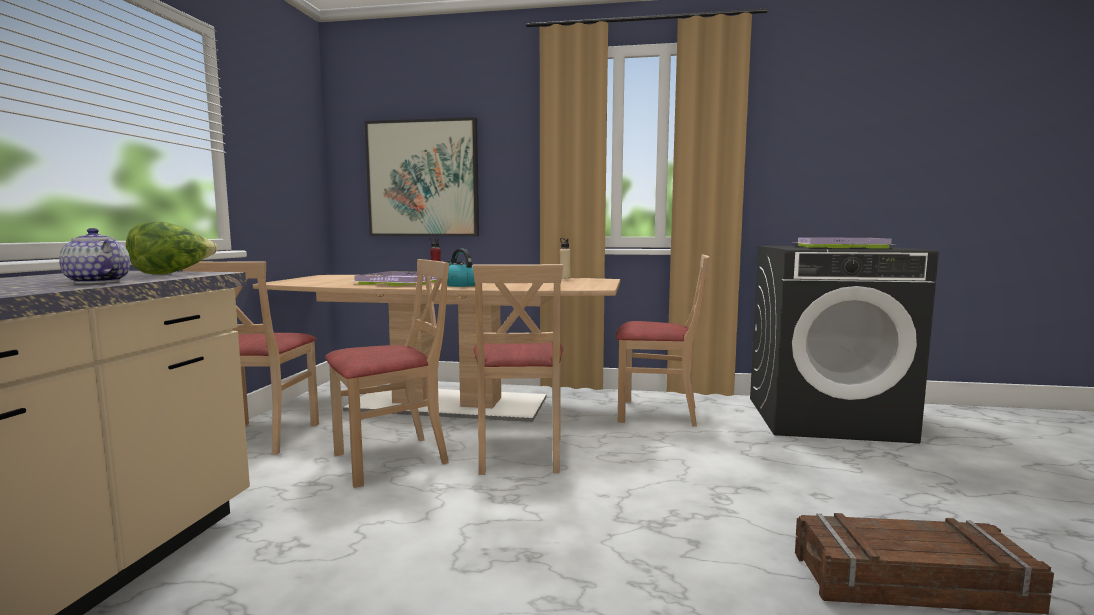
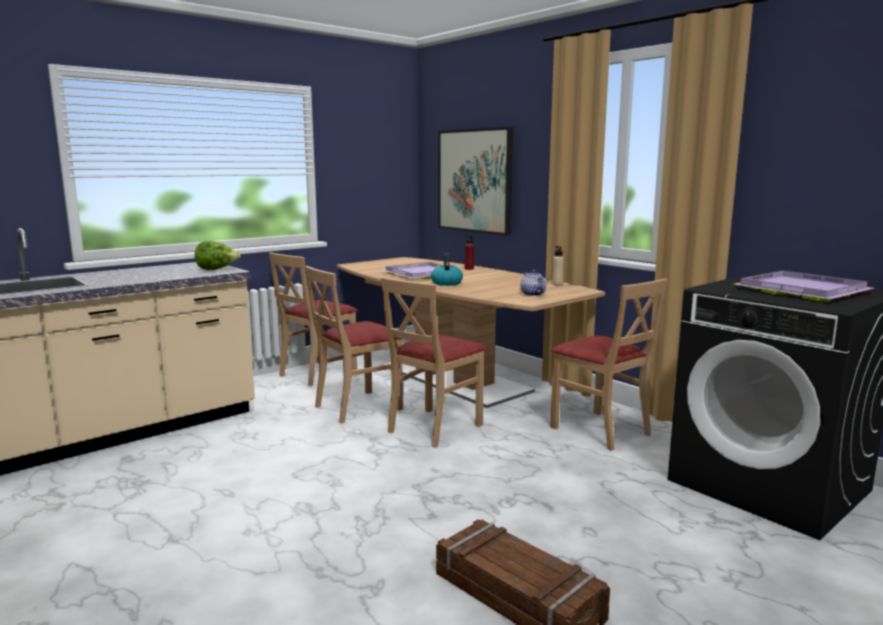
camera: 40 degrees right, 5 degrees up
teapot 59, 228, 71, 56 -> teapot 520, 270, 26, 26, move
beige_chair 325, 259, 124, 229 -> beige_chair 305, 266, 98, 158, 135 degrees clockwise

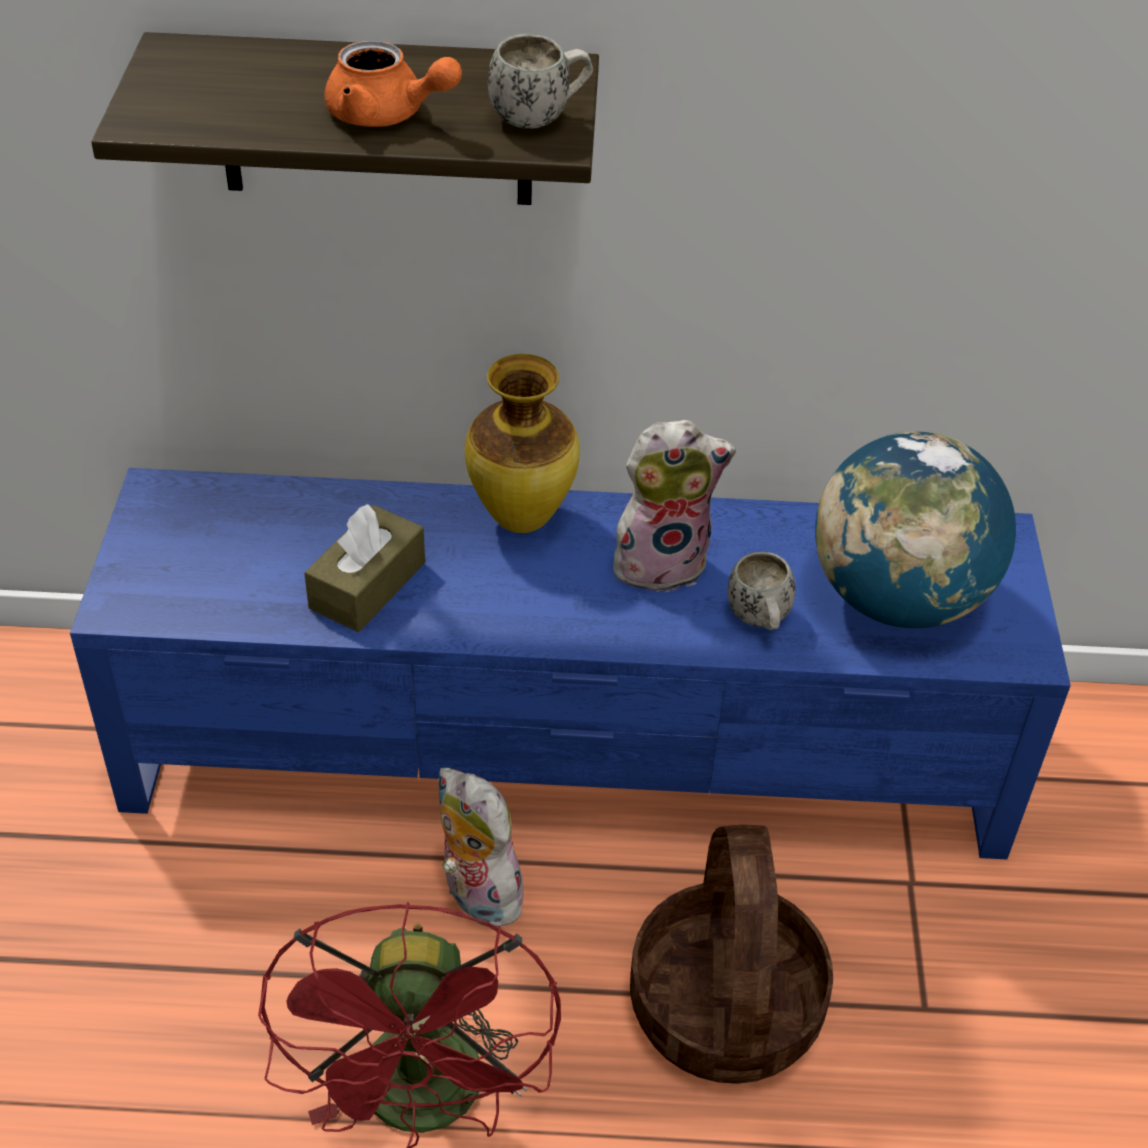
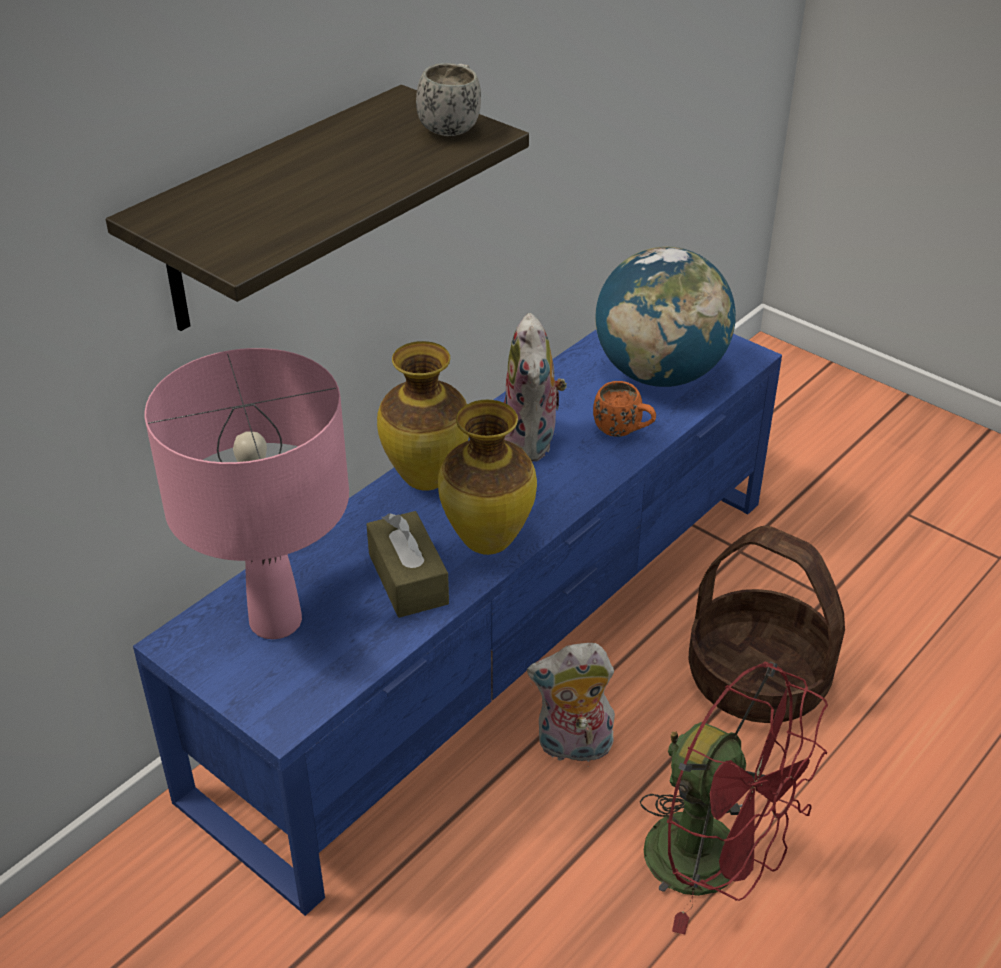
camera: 50 degrees left, 5 degrees down
orange_teapot 324, 40, 138, 87 -> none
plush_toy 613, 420, 123, 174 -> plush_toy 504, 313, 63, 149, 150 degrees clockwise
white_mug 728, 552, 68, 78 -> orange_mug 593, 381, 63, 56
none -> pink_table_lamp 145, 348, 204, 291
none -> vase 438, 400, 99, 155

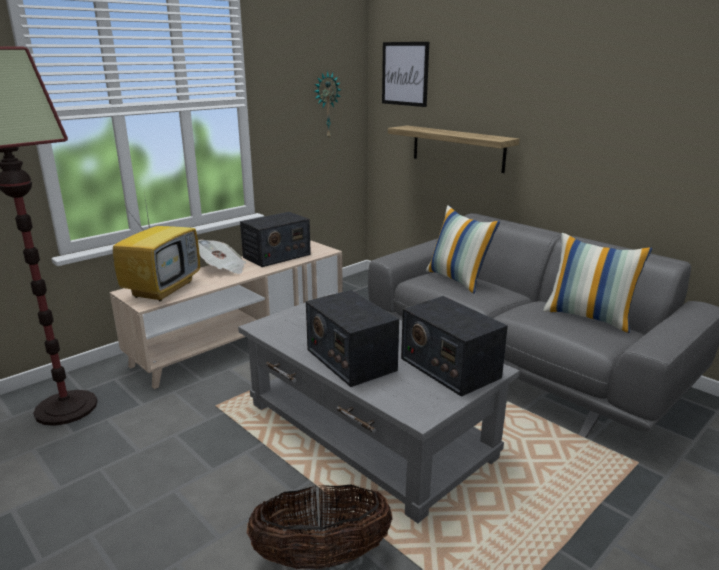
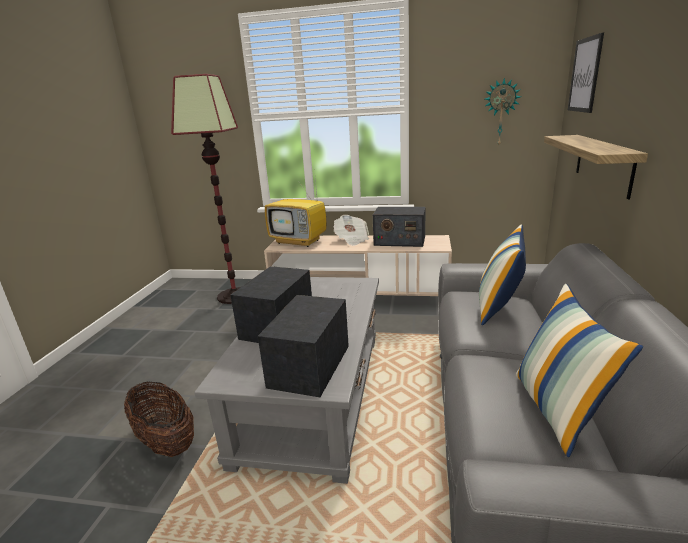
camera: 55 degrees right, 0 degrees up
television 113, 193, 87, 108 -> television 265, 179, 62, 68, 45 degrees clockwise

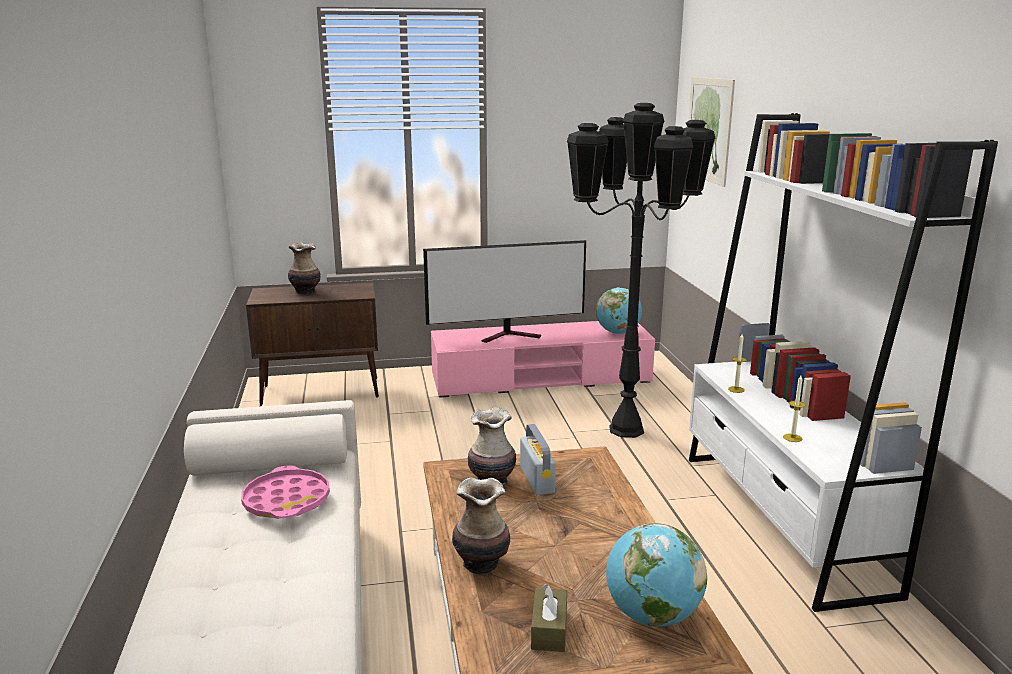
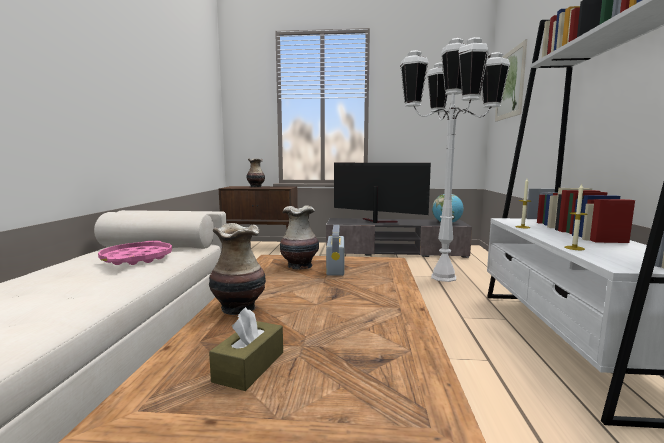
camera: 15 degrees right, 10 degrees down
television 423, 240, 163, 103 -> television 334, 163, 97, 60, 150 degrees counterclockwise
pink_tv_stand 431, 321, 224, 77 -> grey_tv_stand 326, 218, 146, 40
black_floor_lamp 567, 103, 148, 335 -> white_floor_lamp 400, 37, 110, 245
globe 606, 523, 101, 104 -> none

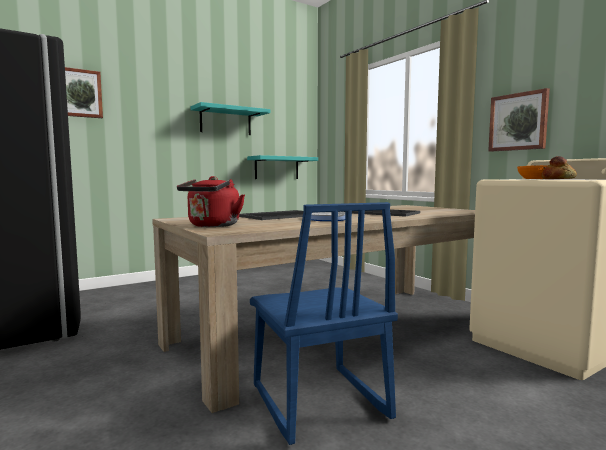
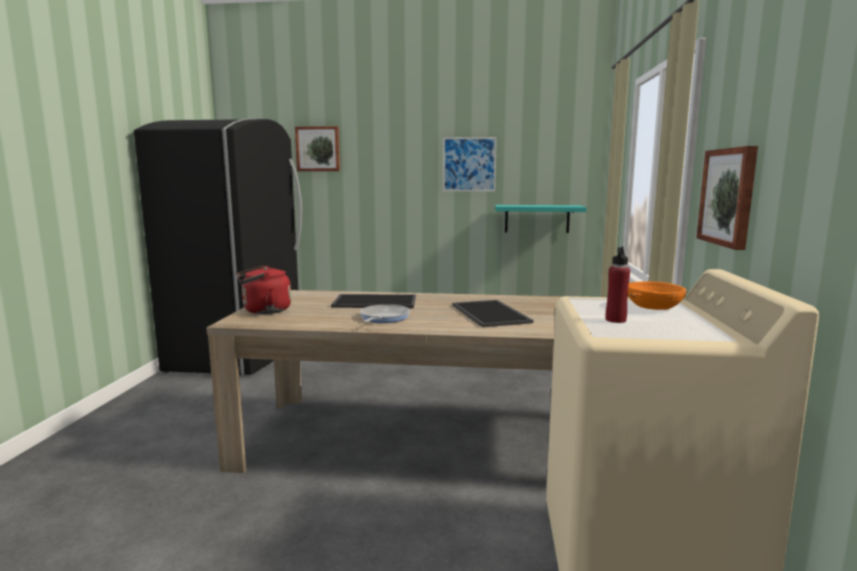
camera: 40 degrees right, 5 degrees up
turquoise_shelf 191, 102, 79, 33 -> picture 443, 137, 54, 54
blue_chair 250, 202, 148, 243 -> none
bread 541, 156, 36, 24 -> red_bottle 605, 246, 25, 77

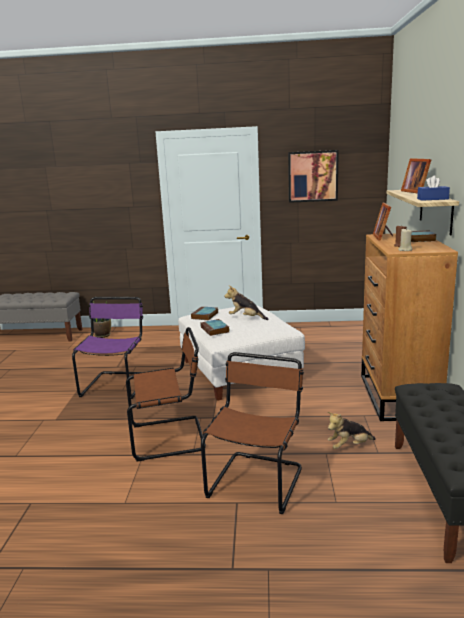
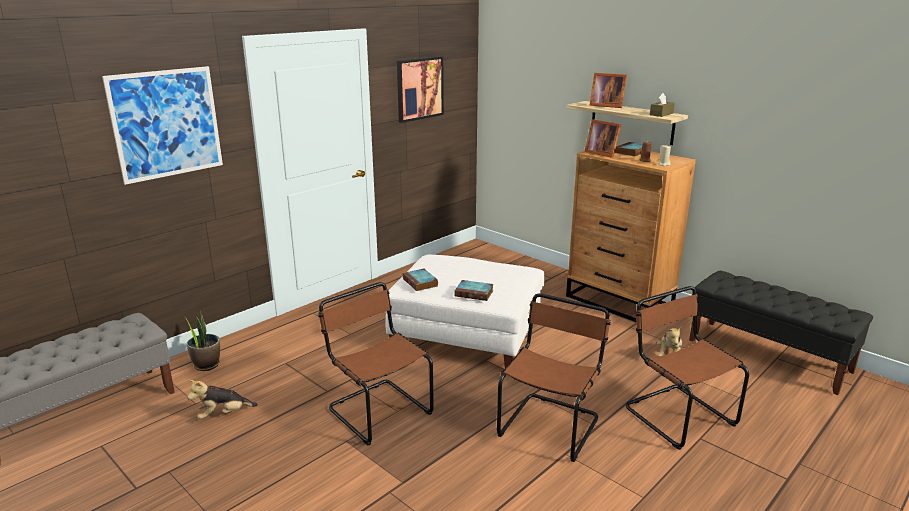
camera: 50 degrees left, 5 degrees up
purple_chair 72, 297, 71, 102 -> brown_chair 318, 282, 116, 164
plush_toy 225, 285, 44, 35 -> plush_toy 187, 380, 71, 39, move
blue_tissue_box 417, 175, 33, 26 -> brown_tissue_box 650, 93, 25, 24
none -> picture 102, 66, 121, 119

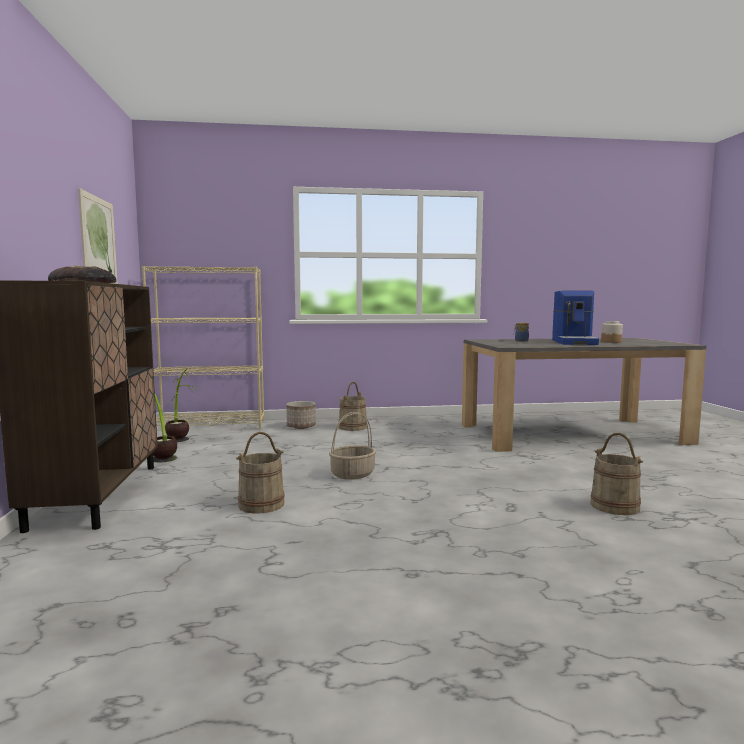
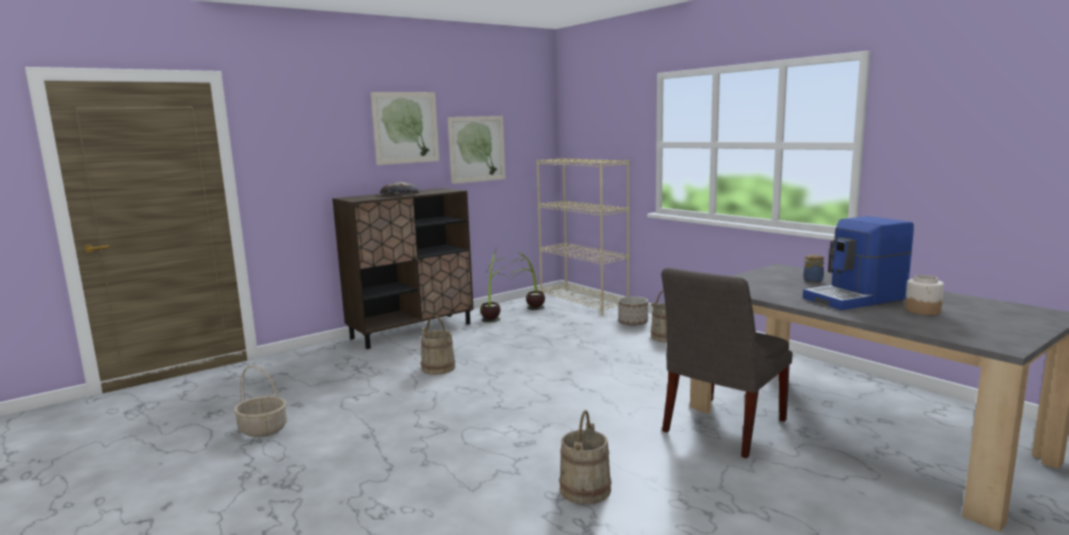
camera: 60 degrees right, 5 degrees up
basket 329, 412, 47, 68 -> basket 234, 365, 53, 72, move
none -> picture 371, 92, 68, 73
none -> grey_chair 661, 268, 132, 190

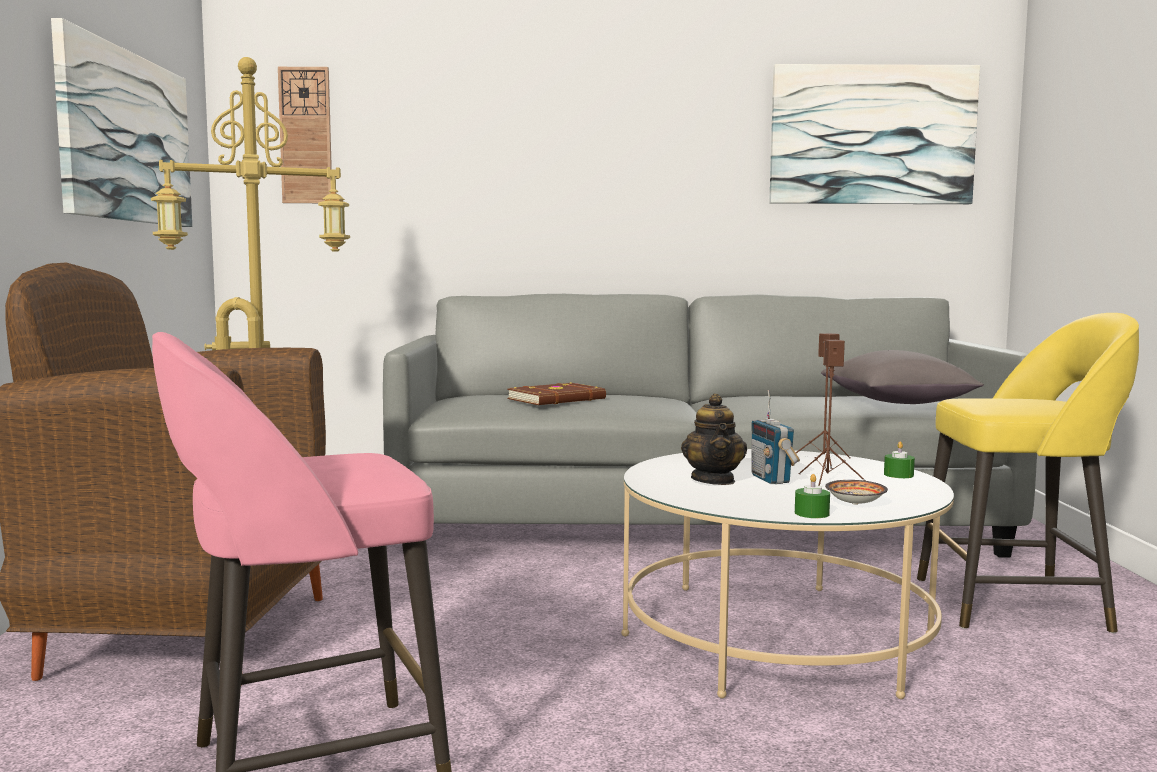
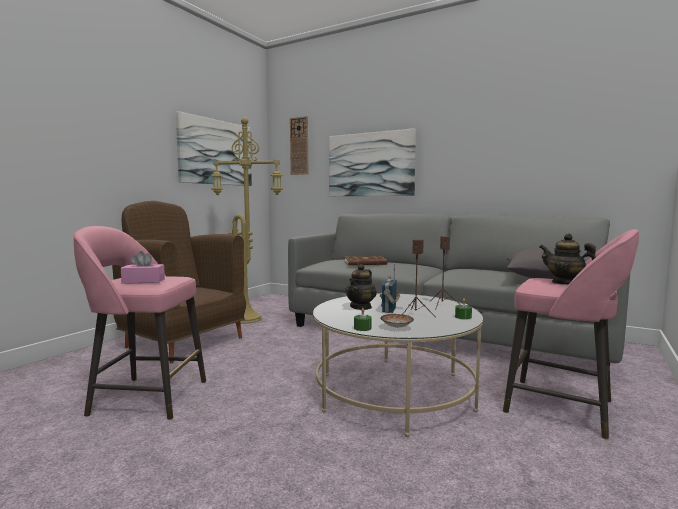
camera: 30 degrees right, 0 degrees up
picture 769, 64, 211, 140 -> picture 329, 128, 87, 68, move
yellow_stool 917, 313, 222, 320 -> pink_stool 503, 229, 136, 210
none -> pink_tissue_box 121, 251, 44, 33
none -> teapot 539, 234, 57, 51

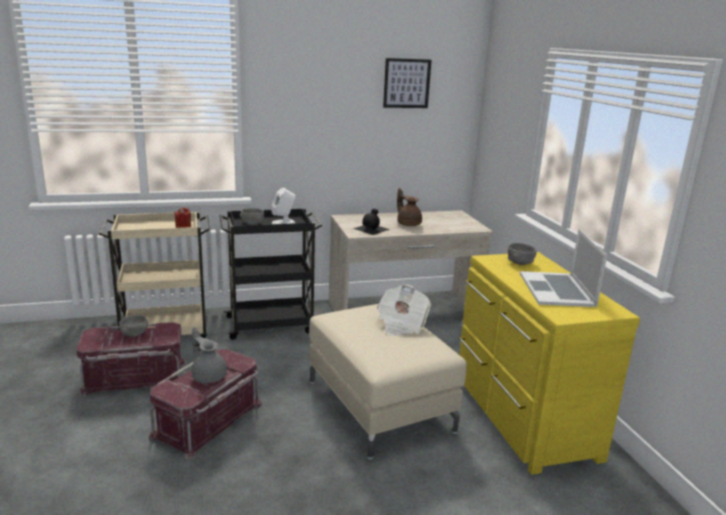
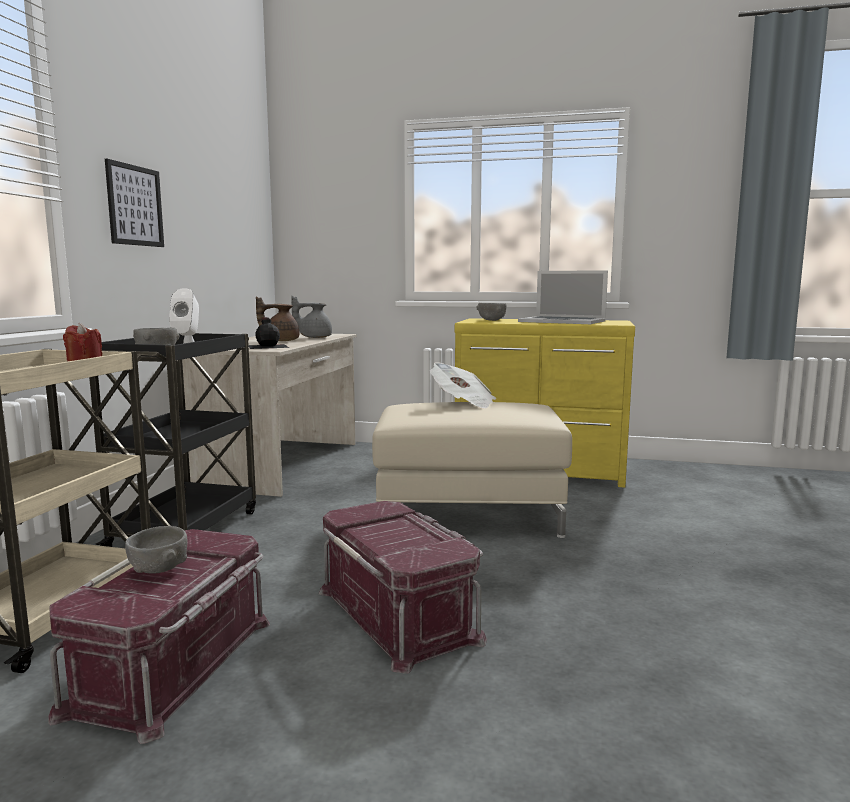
camera: 60 degrees left, 10 degrees down
grey_teapot 192, 327, 35, 56 -> grey_teapot 291, 296, 41, 42, move
picture 383, 58, 49, 50 -> picture 105, 159, 59, 88, move

